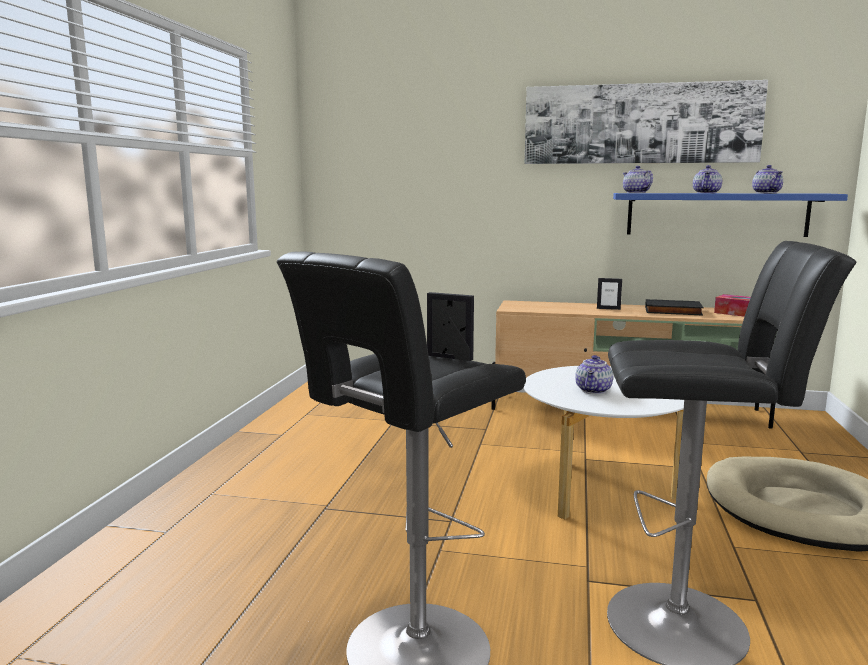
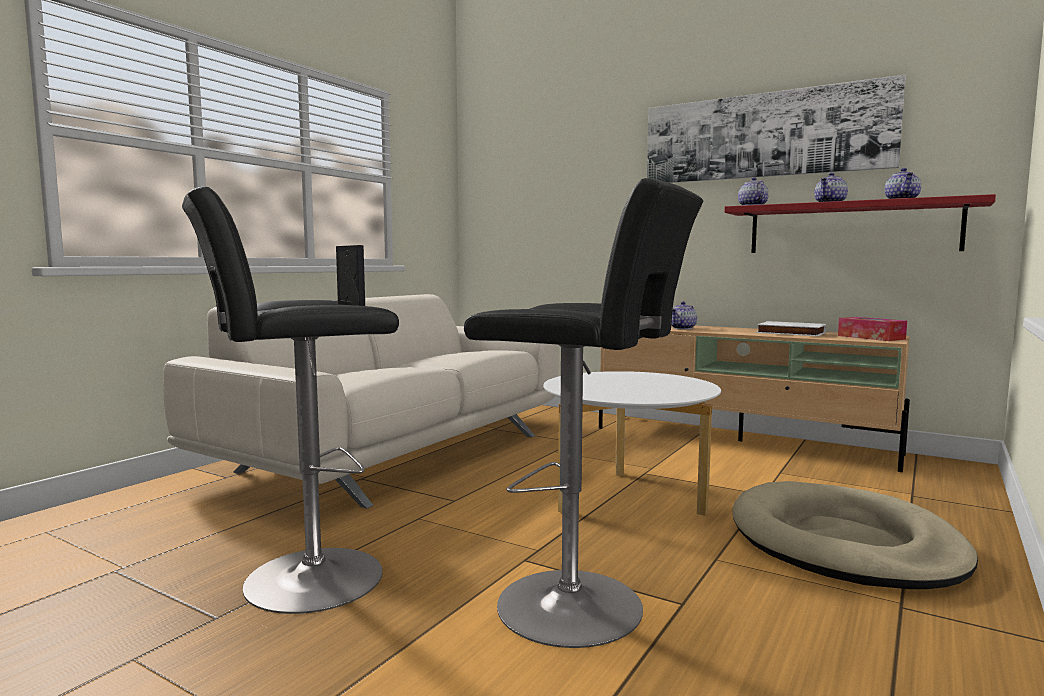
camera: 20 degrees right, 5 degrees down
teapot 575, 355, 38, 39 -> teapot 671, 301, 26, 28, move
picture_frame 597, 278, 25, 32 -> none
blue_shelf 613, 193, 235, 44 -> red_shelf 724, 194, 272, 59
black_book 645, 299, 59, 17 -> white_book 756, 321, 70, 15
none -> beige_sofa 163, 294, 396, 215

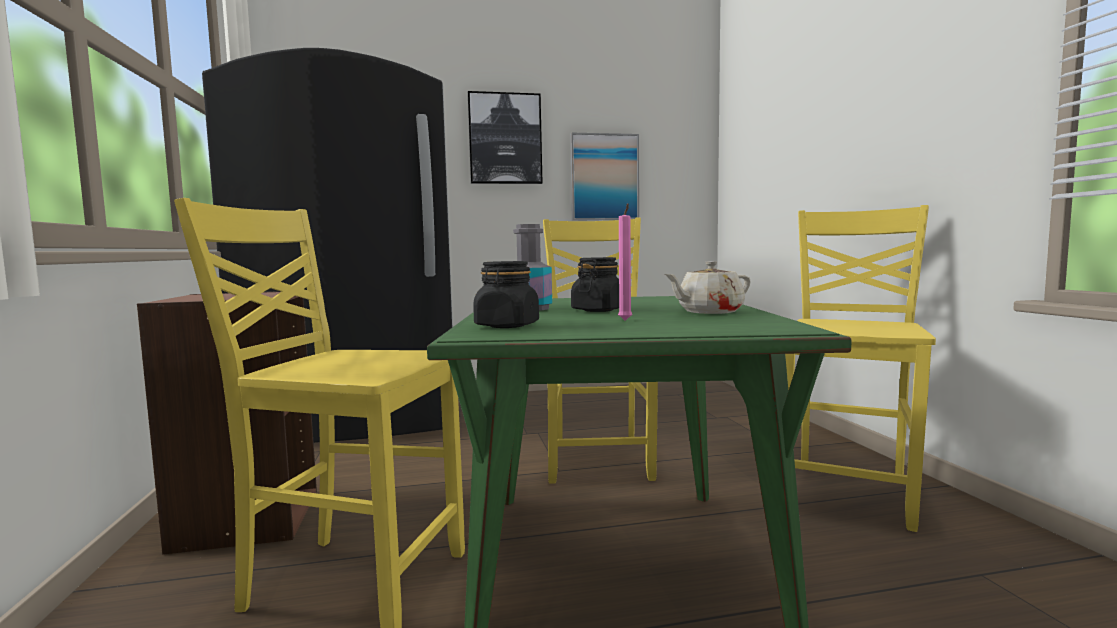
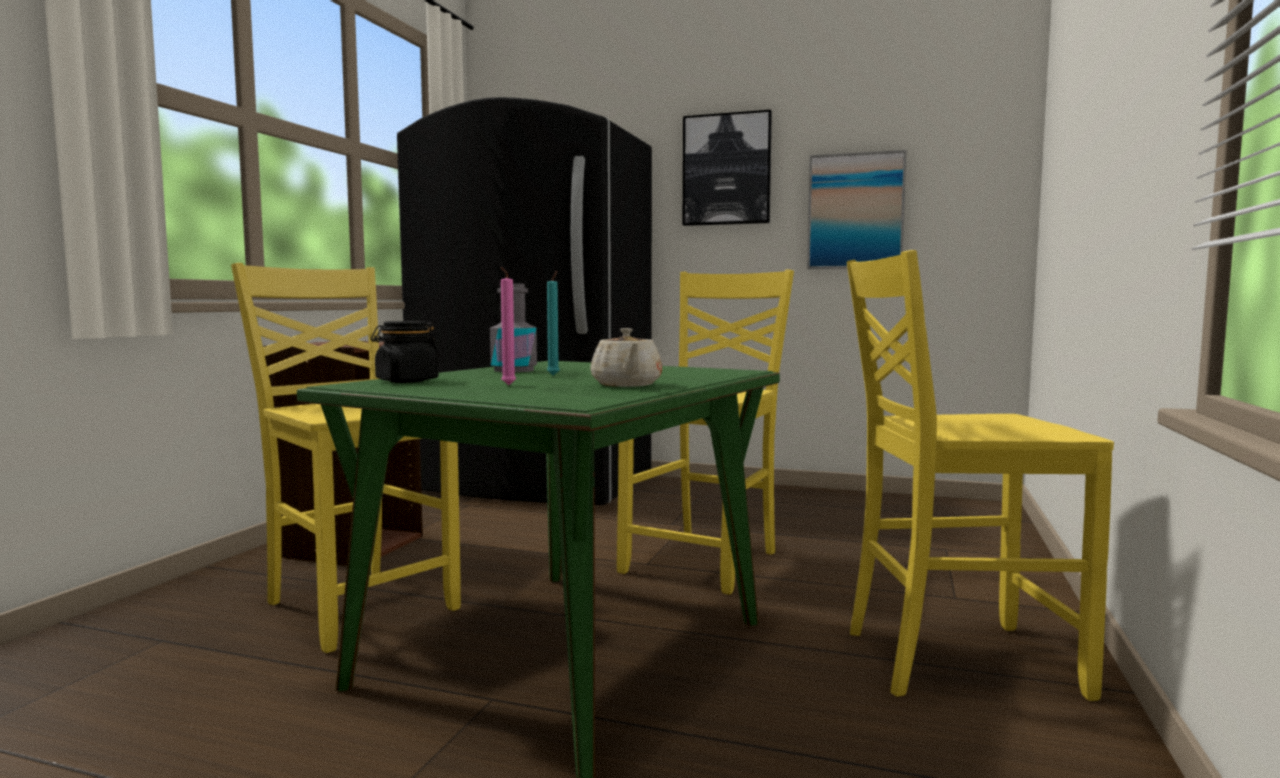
camera: 30 degrees right, 0 degrees up
black_jar 571, 257, 48, 55 -> turquoise_candle 547, 271, 13, 105
beige_teapot 665, 261, 86, 53 -> beige_teapot 590, 328, 72, 59, 105 degrees counterclockwise
yellow_chair 785, 205, 151, 327 -> yellow_chair 847, 250, 267, 451, 150 degrees counterclockwise

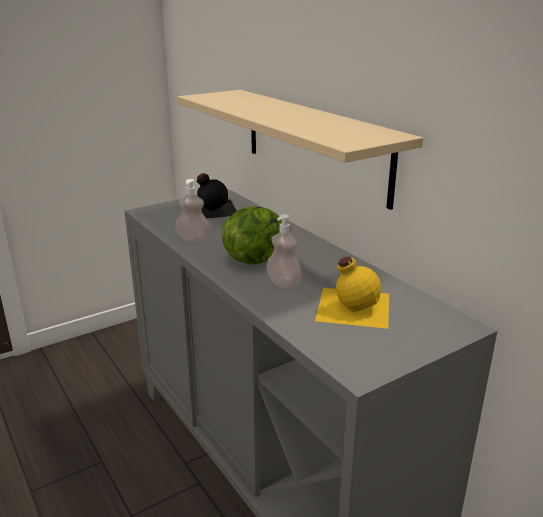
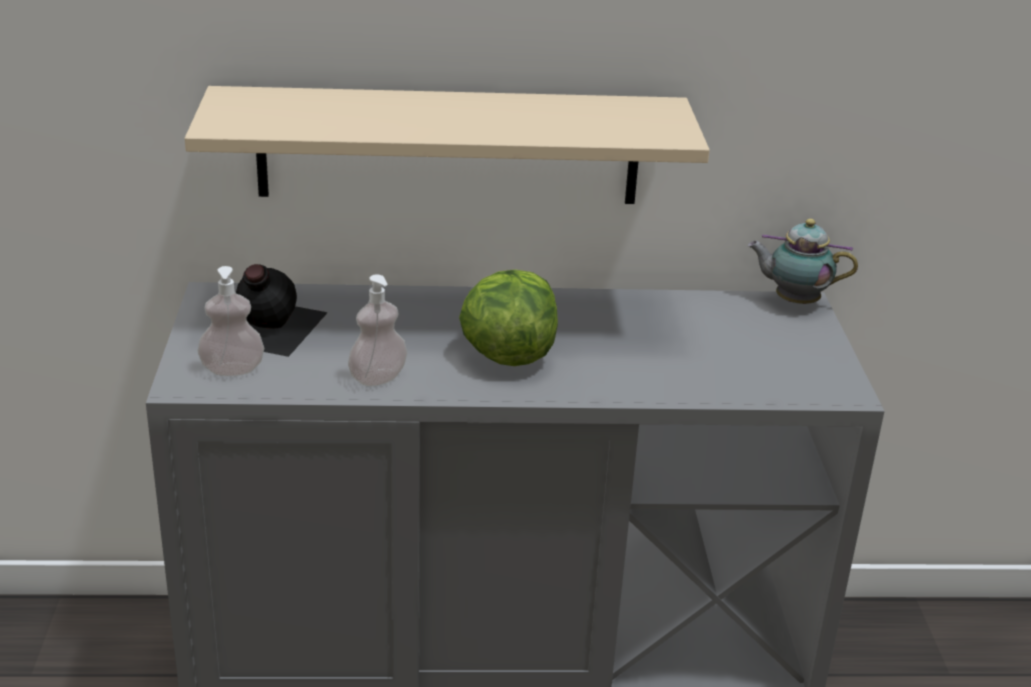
camera: 60 degrees left, 5 degrees up
soap_dispenser 267, 214, 35, 75 -> soap_dispenser 198, 266, 66, 110, move
yellow_bottle 315, 257, 74, 72 -> none
none -> teapot 748, 219, 110, 85

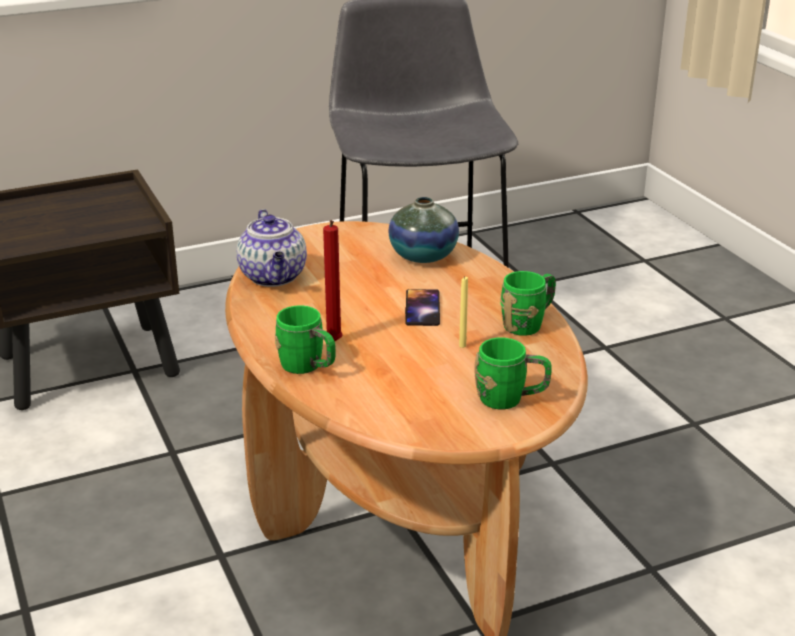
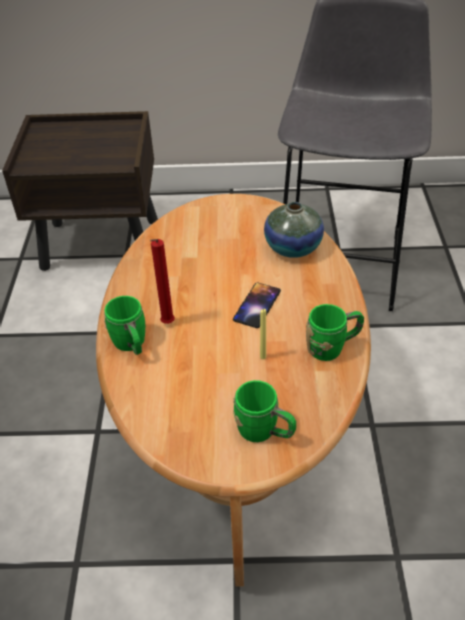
camera: 25 degrees right, 15 degrees up
teapot 236, 209, 71, 78 -> none

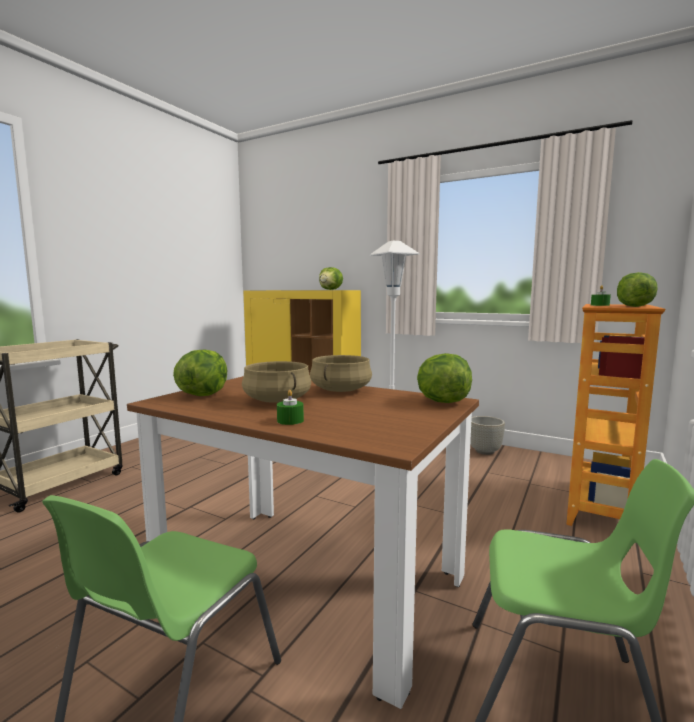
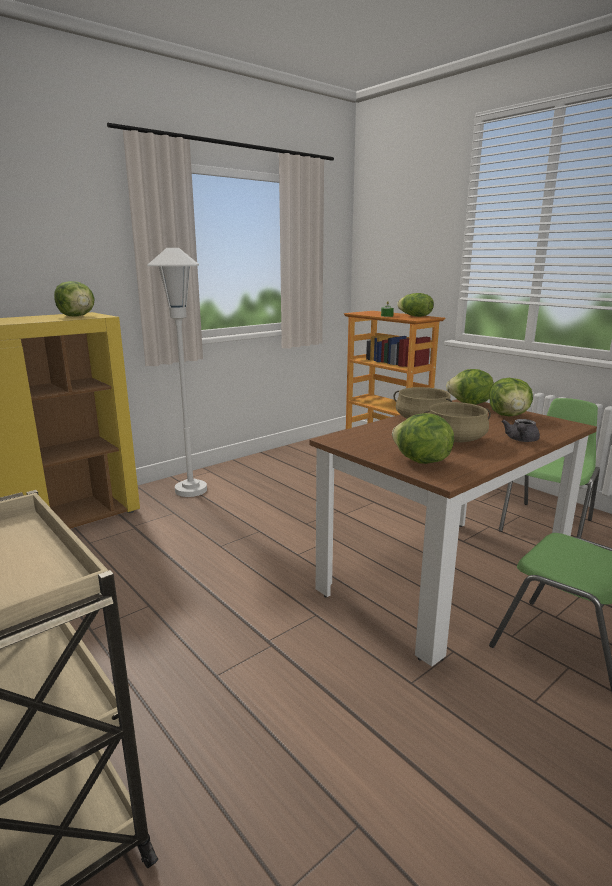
camera: 70 degrees left, 10 degrees up
green_candle 277, 390, 27, 35 -> grey_teapot 502, 419, 38, 23
grey_planter 470, 416, 35, 39 -> none
none -> lettuce 490, 378, 43, 39

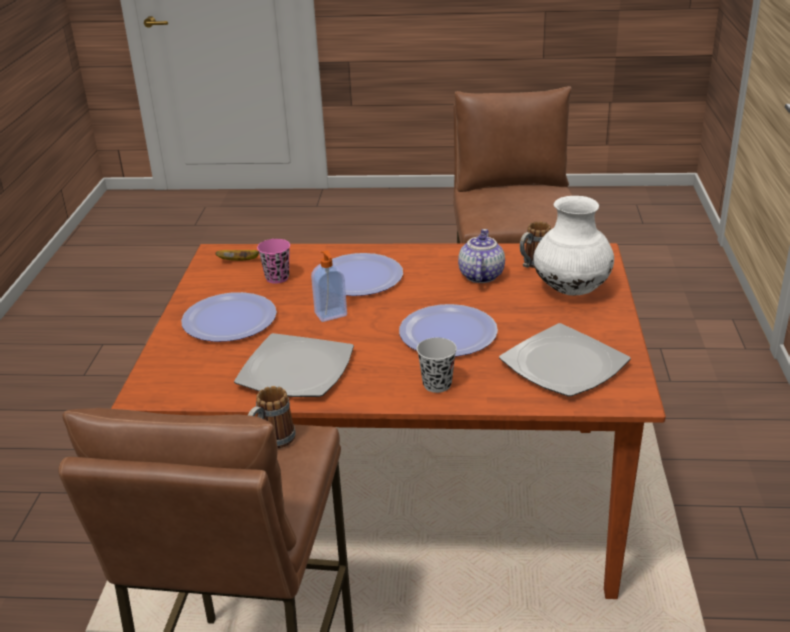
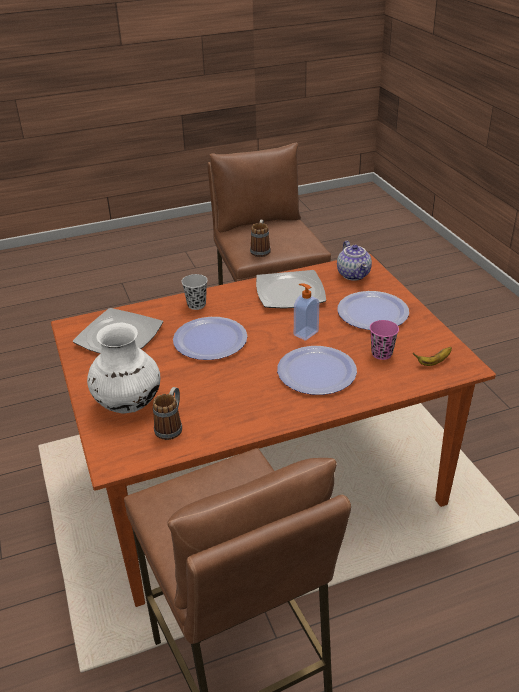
camera: 155 degrees right, 5 degrees up
teapot 458, 229, 47, 54 -> teapot 337, 241, 35, 40, move

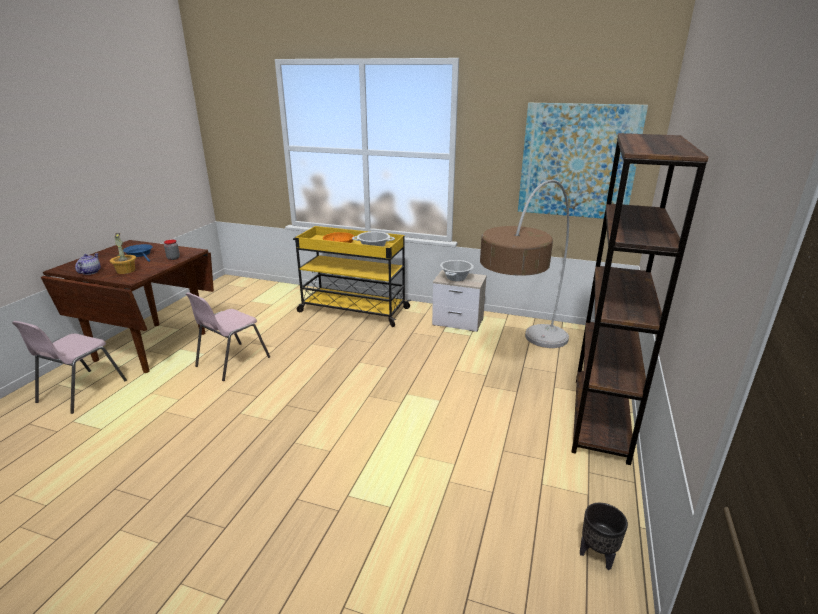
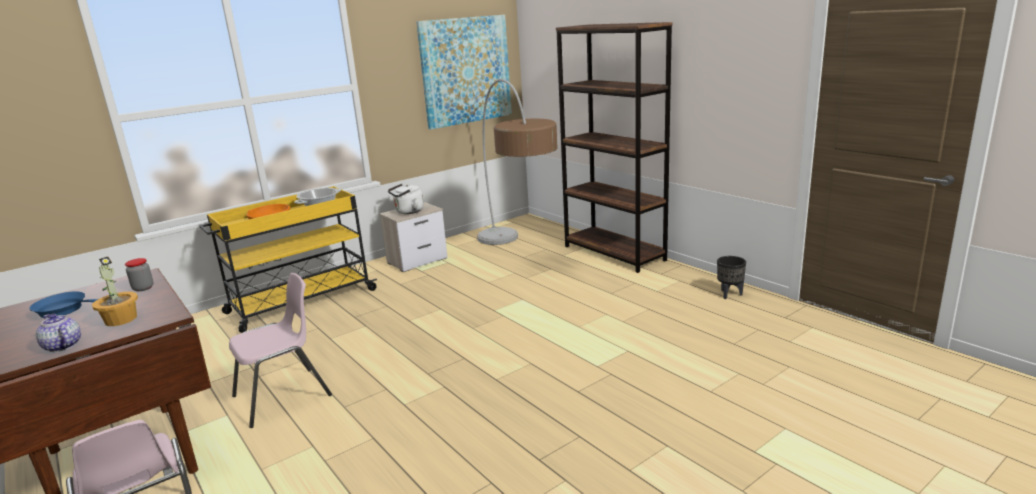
camera: 55 degrees left, 5 degrees down
pink_chair 186, 292, 84, 89 -> pink_chair 229, 273, 103, 155, 105 degrees counterclockwise
cooking_pot 440, 260, 34, 21 -> white_kettle 388, 184, 36, 30

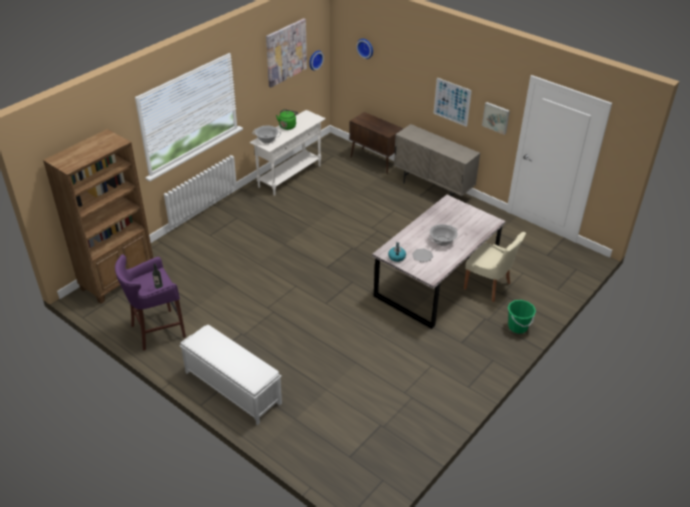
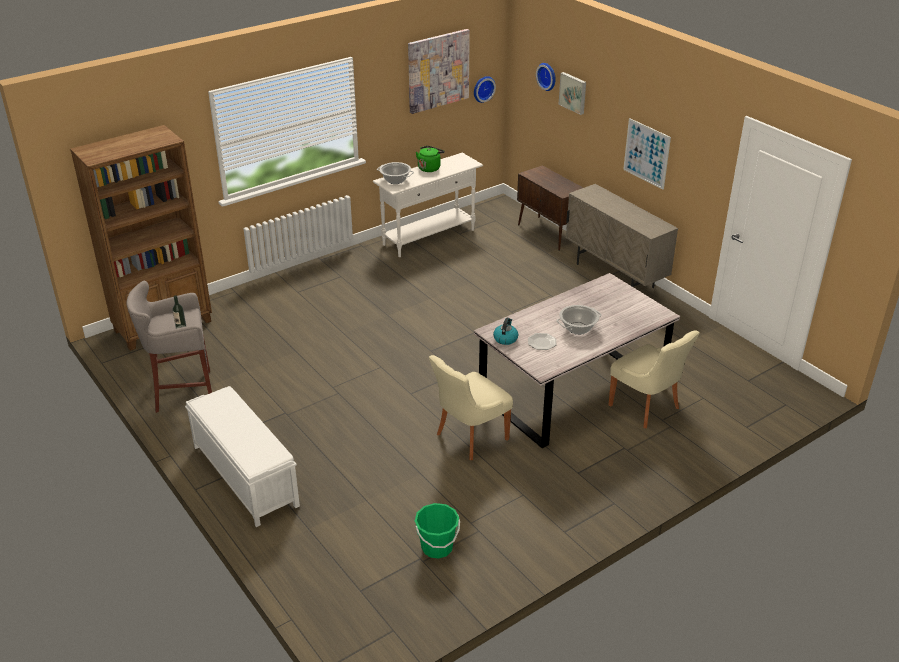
camera: 15 degrees right, 5 degrees down
purple_stool 115, 255, 71, 95 -> grey_stool 126, 281, 86, 132
picture 482, 102, 28, 33 -> picture 559, 72, 27, 43, move
green_bucket 508, 300, 28, 34 -> green_bucket 415, 503, 45, 56, move
none -> beige_chair 429, 355, 84, 105

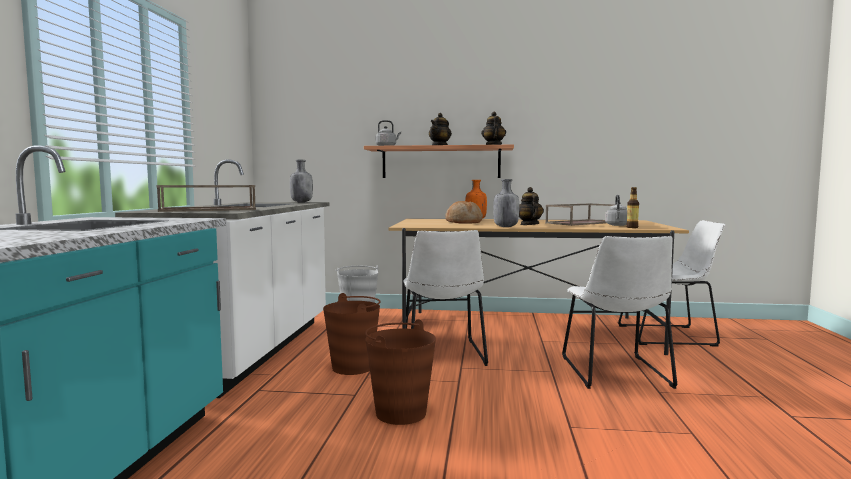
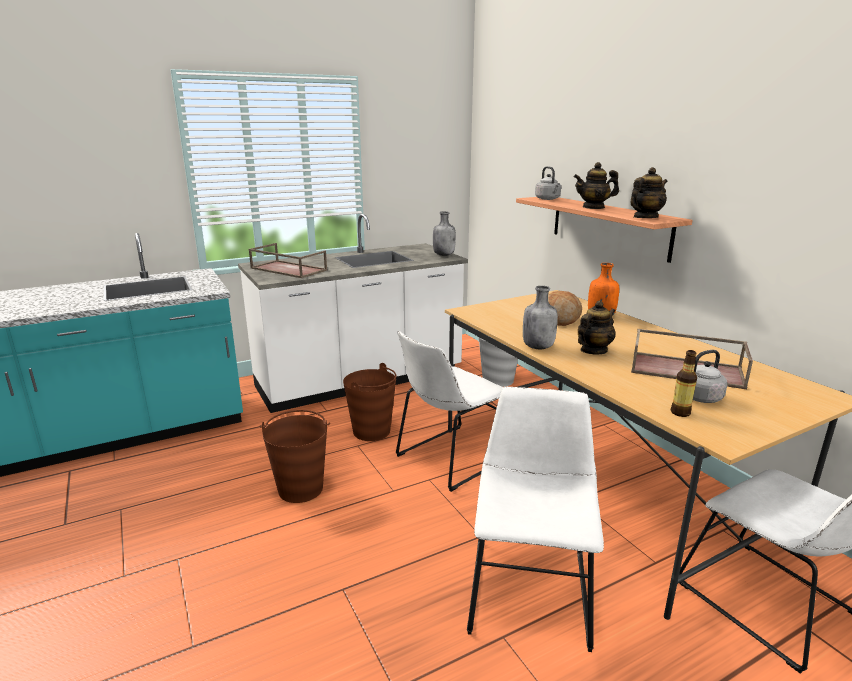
camera: 55 degrees right, 15 degrees up
white_chair 562, 236, 116, 153 -> white_chair 467, 387, 137, 265, 135 degrees clockwise

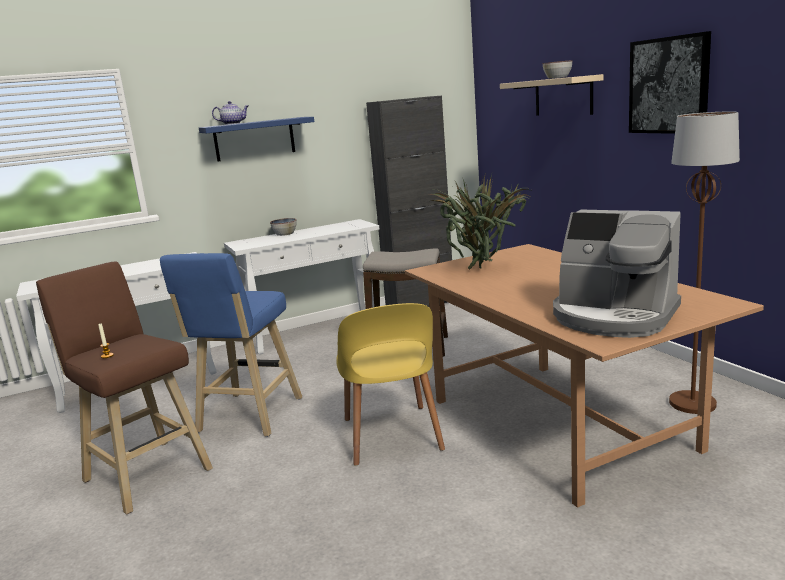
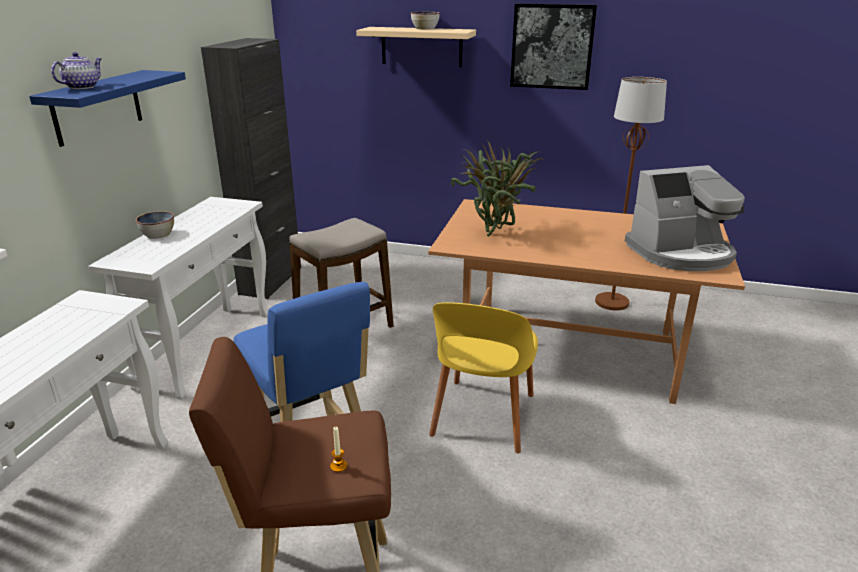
camera: 50 degrees left, 10 degrees up
yellow_chair 336, 303, 109, 163 -> yellow_chair 429, 302, 109, 151, 75 degrees clockwise

